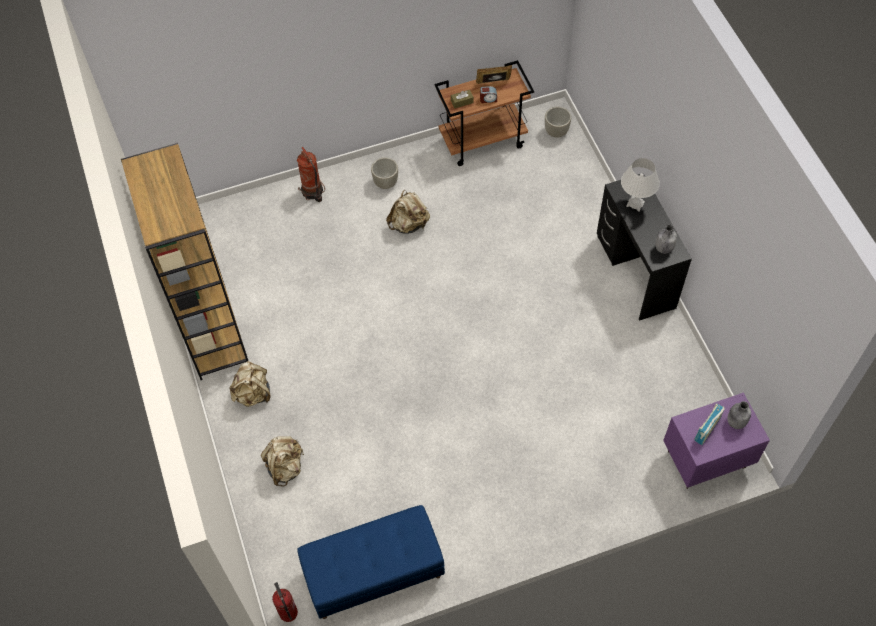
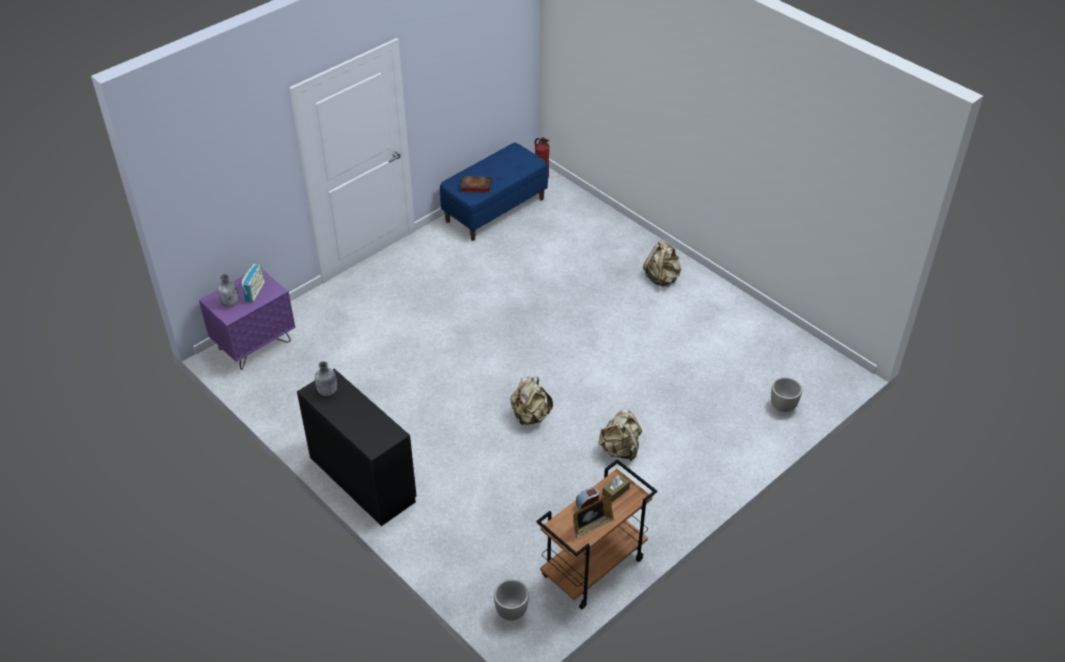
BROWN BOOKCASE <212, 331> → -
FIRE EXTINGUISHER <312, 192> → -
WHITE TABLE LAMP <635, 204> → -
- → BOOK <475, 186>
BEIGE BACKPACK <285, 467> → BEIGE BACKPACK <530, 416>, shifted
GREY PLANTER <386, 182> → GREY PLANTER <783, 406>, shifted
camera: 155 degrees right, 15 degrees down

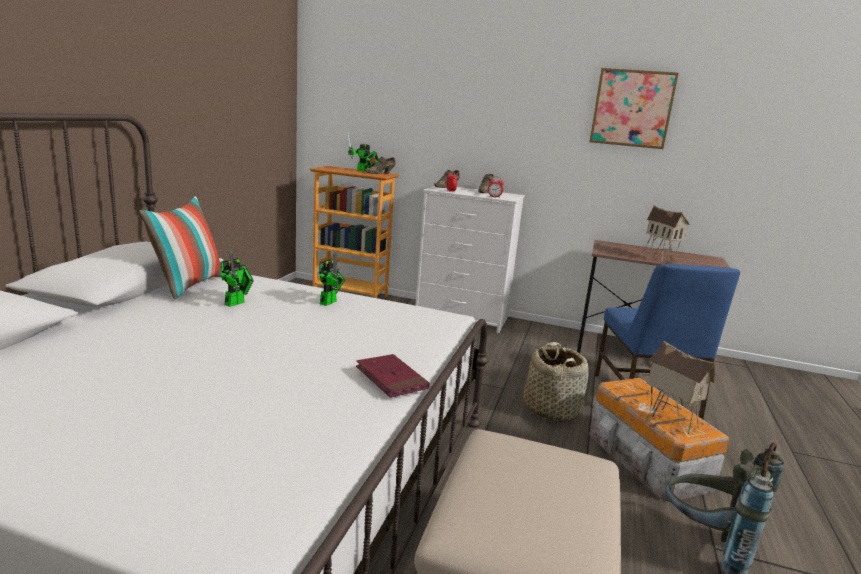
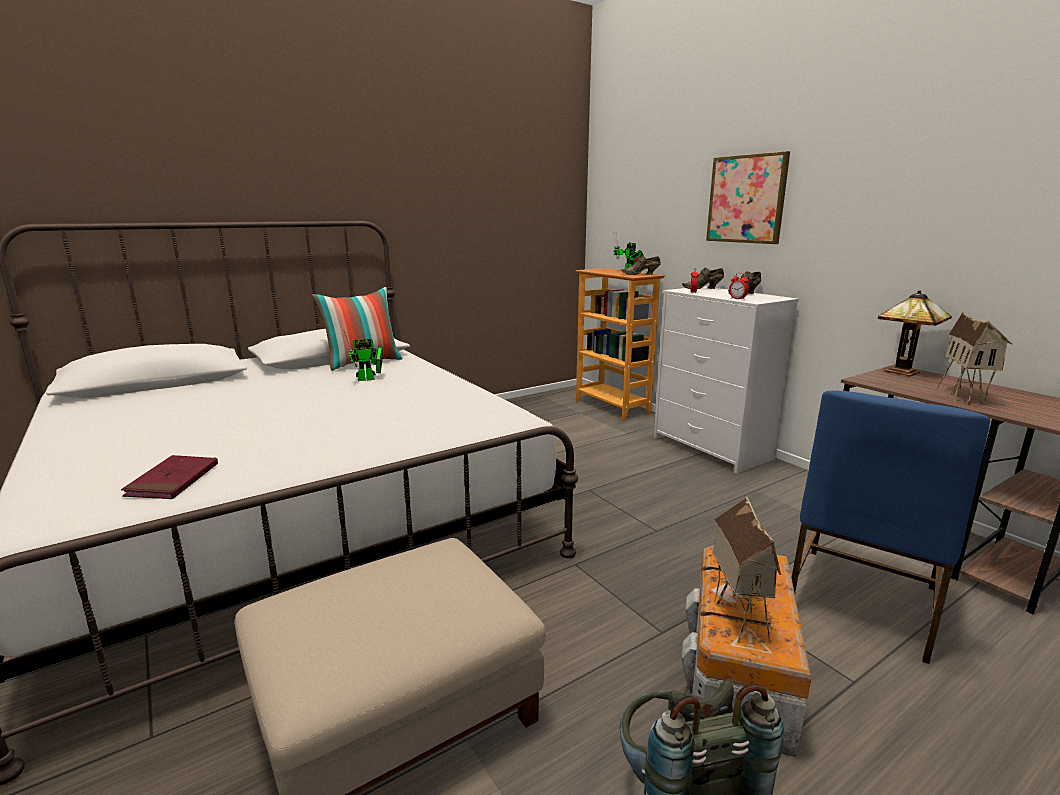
TOY ROBOT <330, 301> → -
BASKET <551, 409> → -
- → TABLE LAMP <905, 372>
RED BOOK <391, 378> → RED BOOK <173, 481>, shifted
PICTURE <632, 108> → PICTURE <746, 199>, shifted
camera: 40 degrees right, 0 degrees up

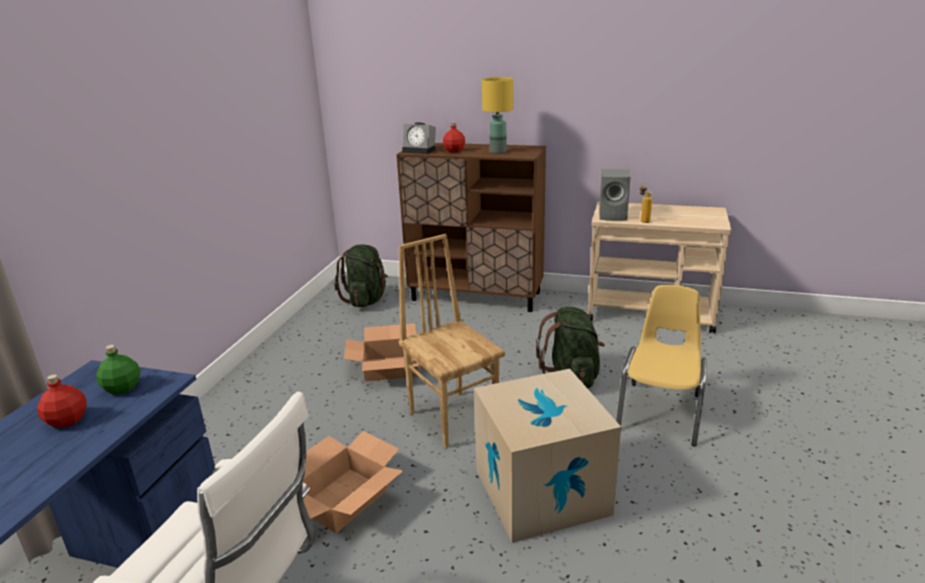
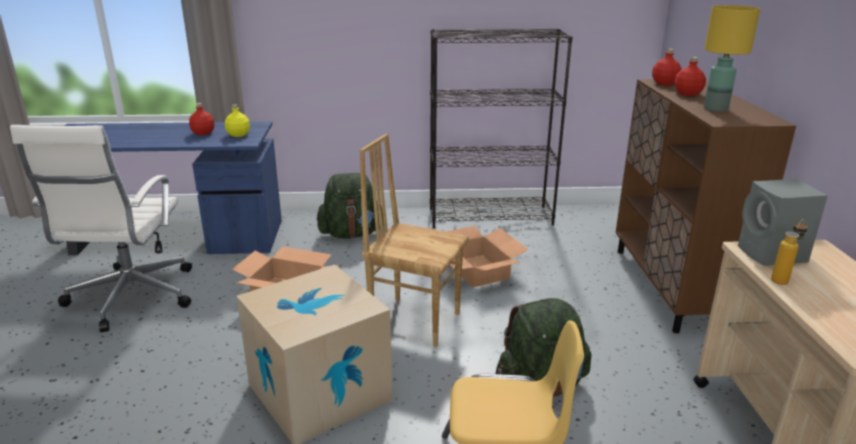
- → BLACK BOOKCASE <491, 216>
GREEN BACKPACK <366, 300> → GREEN BACKPACK <351, 234>, shifted
ALARM CLOCK <420, 150> → RED BOTTLE <665, 83>
GREEN BOTTLE <122, 388> → YELLOW BOTTLE <238, 134>
BROWN CHAIR <454, 417> → BROWN CHAIR <415, 320>, 105 degrees counterclockwise
camera: 70 degrees right, 0 degrees up

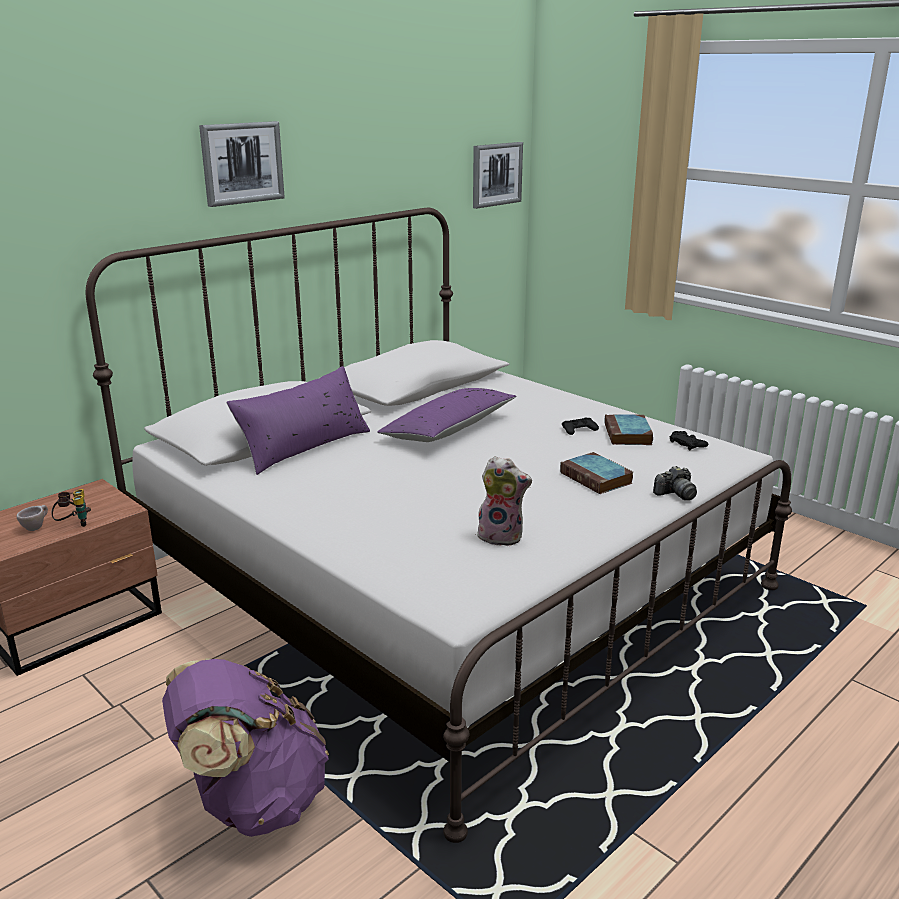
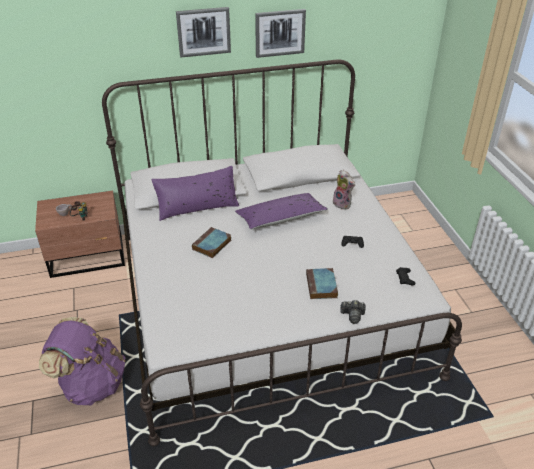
PICTURE <496, 174> → PICTURE <280, 33>, shifted
PLUSH TOY <502, 536> → PLUSH TOY <343, 204>, shifted
BOOK <628, 435> → BOOK <211, 245>, shifted
camera: 30 degrees right, 15 degrees up

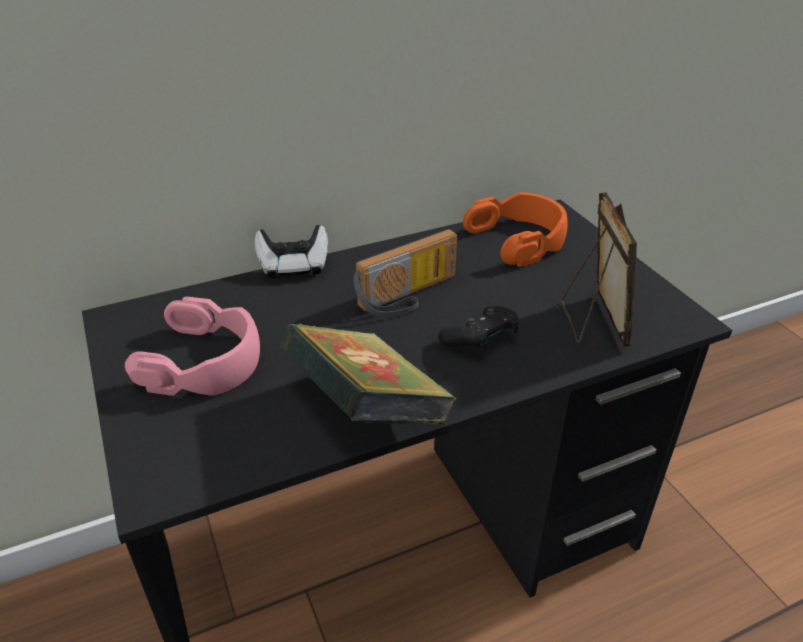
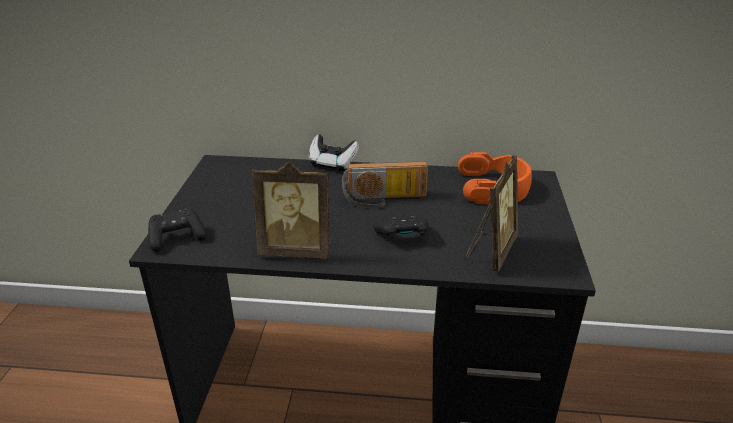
PINK HEADPHONES <204, 361> → -
- → BLACK GAME CONTROLLER <177, 238>
BOOK <366, 411> → PICTURE FRAME <297, 250>
camera: 30 degrees right, 5 degrees down

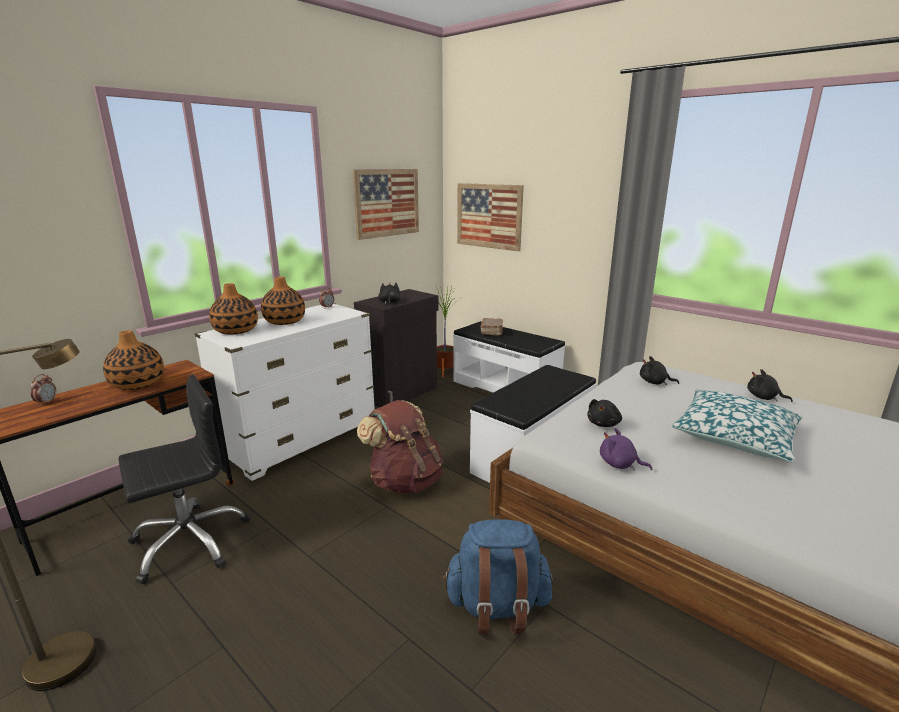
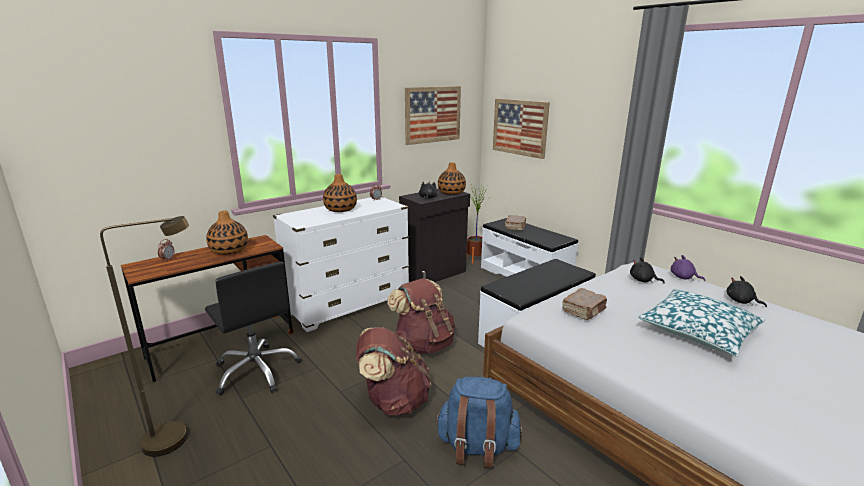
- → BROWN BACKPACK <393, 401>
VASE <236, 331> → VASE <451, 193>, shifted
PURPLE PLUSH TOY <620, 464> → PURPLE PLUSH TOY <683, 277>, shifted
BLACK PLUSH TOY <604, 424> → BROWN BOOK <584, 311>
BLACK OFFICE CHAIR <190, 541> → BLACK OFFICE CHAIR <257, 371>, 75 degrees clockwise
camera: 10 degrees right, 0 degrees up

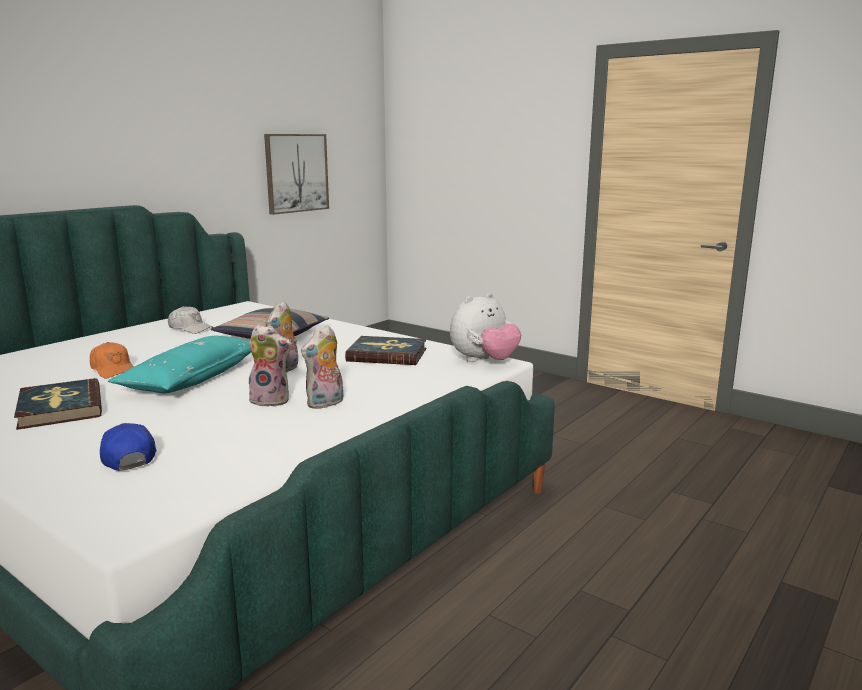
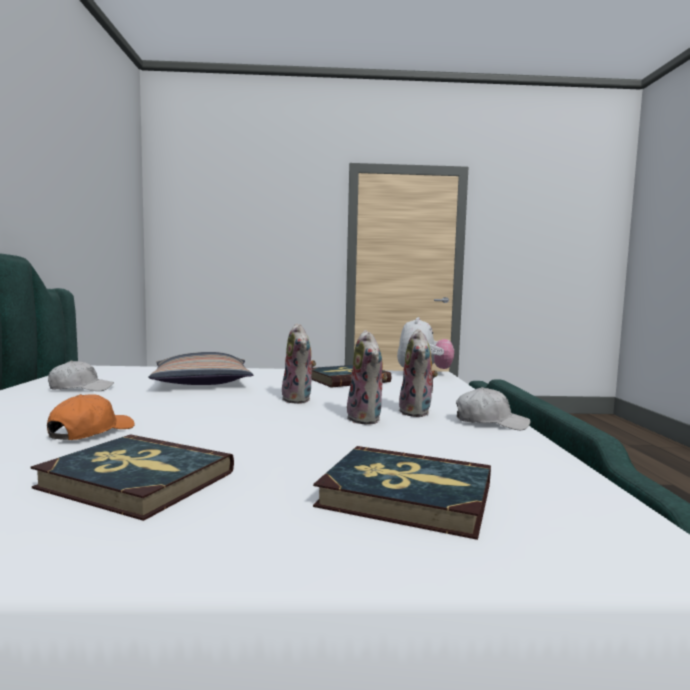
TURQUOISE PILLOW <192, 378> → -
PICTURE <296, 173> → -
- → WHITE CAP <490, 422>
BLUE CAP <128, 457> → BOOK <406, 495>
ORANGE CAP <113, 370> → ORANGE CAP <91, 432>, 75 degrees counterclockwise
PLUSH TOY <272, 400> → PLUSH TOY <367, 419>, 105 degrees clockwise
camera: 40 degrees left, 10 degrees down

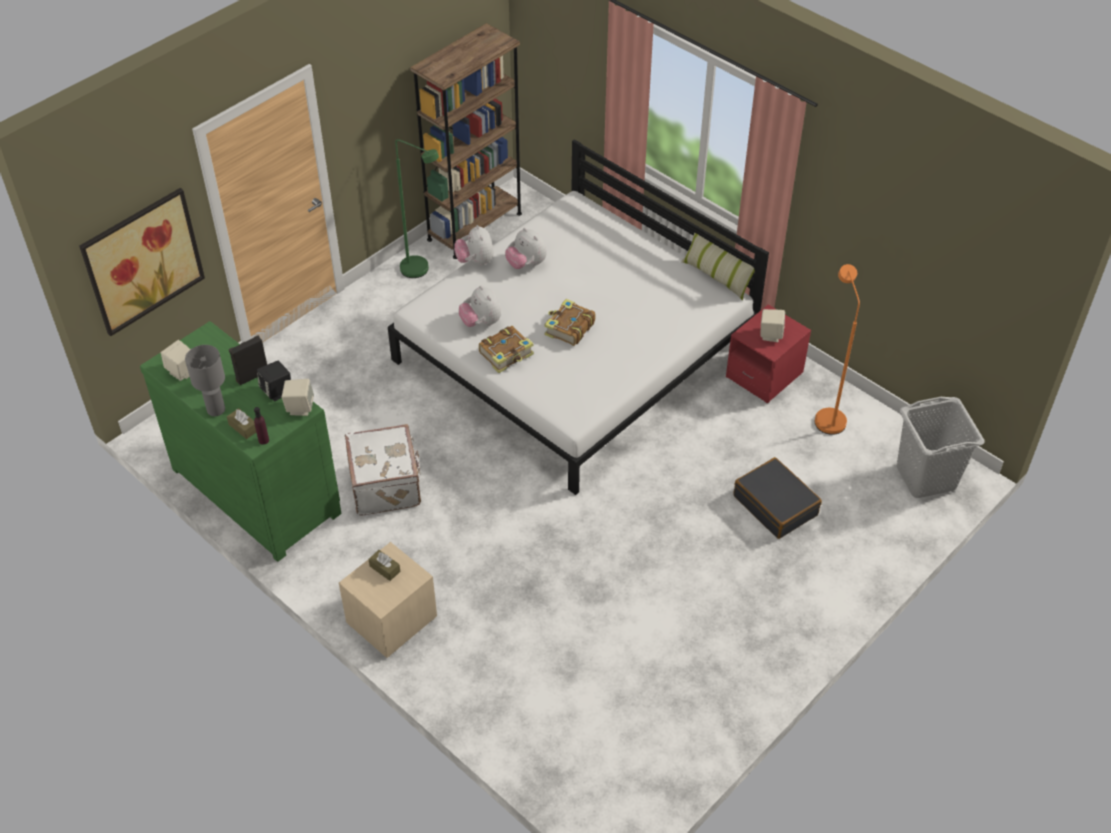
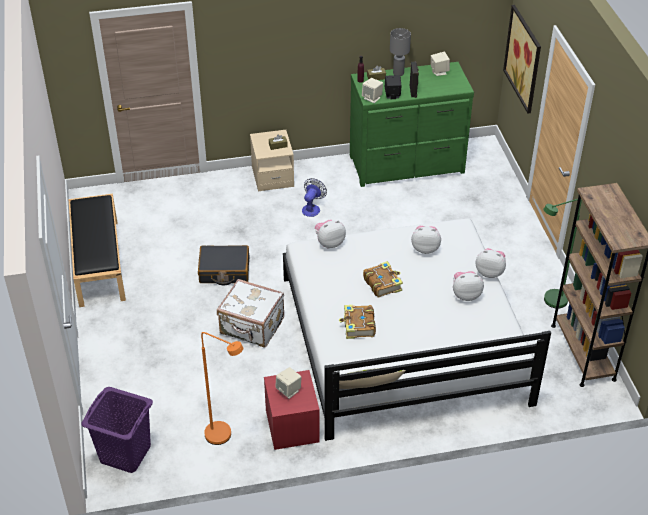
- → BLACK BENCH <98, 262>
- → FAN <312, 208>
- → PLUSH TOY <329, 243>
WHITE SUITCASE <386, 485> → WHITE SUITCASE <252, 327>, shifted
BOOK <507, 354> → BOOK <358, 326>, shifted
BLACK SUITCASE <776, 505> → BLACK SUITCASE <224, 271>, shifted
GREY LAUNDRY BASKET <926, 476> → PURPLE LAUNDRY BASKET <125, 454>
camera: 125 degrees right, 5 degrees down

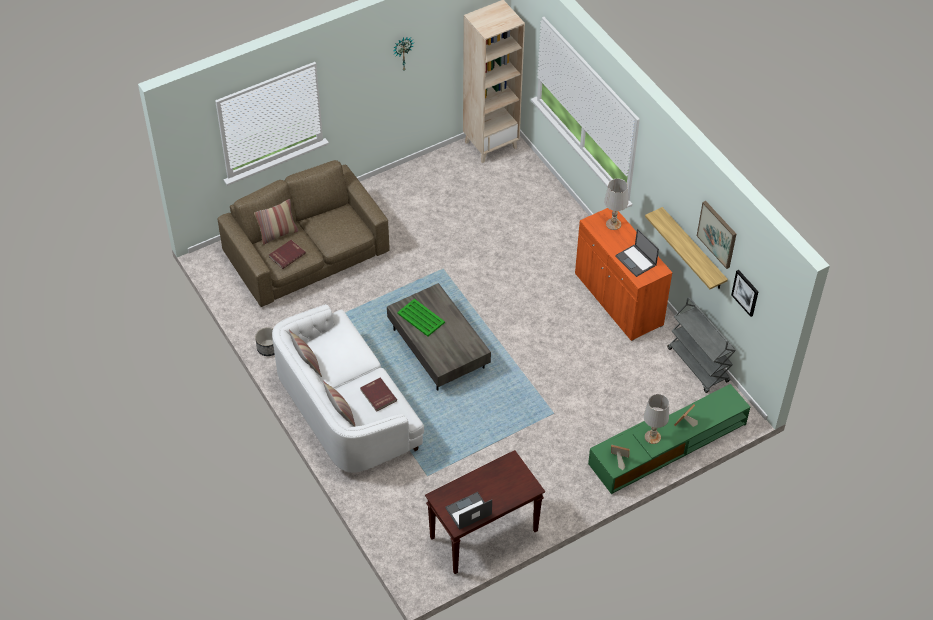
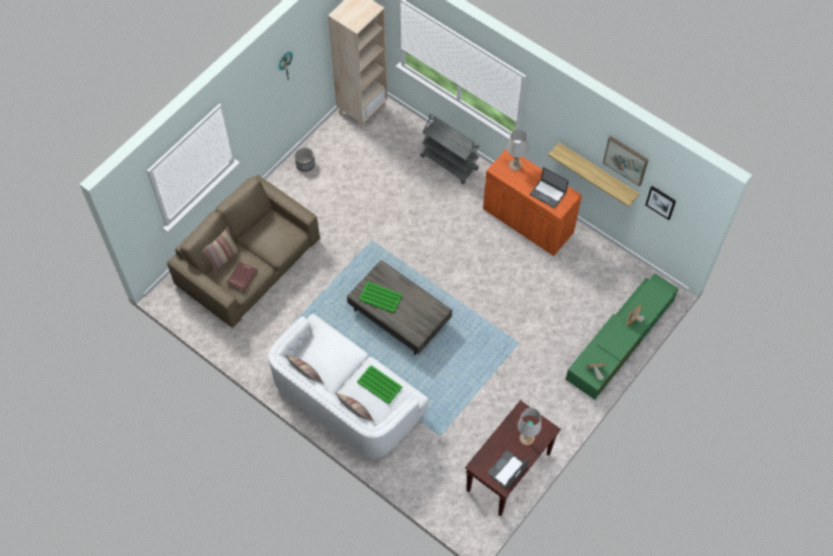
PLANTER <268, 348> → PLANTER <305, 164>, shifted
WHITE TABLE LAMP <652, 437> → WHITE TABLE LAMP <526, 438>, shifted
GREY CART <698, 365> → GREY CART <450, 163>, shifted
RED BOOK <377, 395> → GREEN TRAY <379, 385>
camera: 20 degrees left, 10 degrees up

